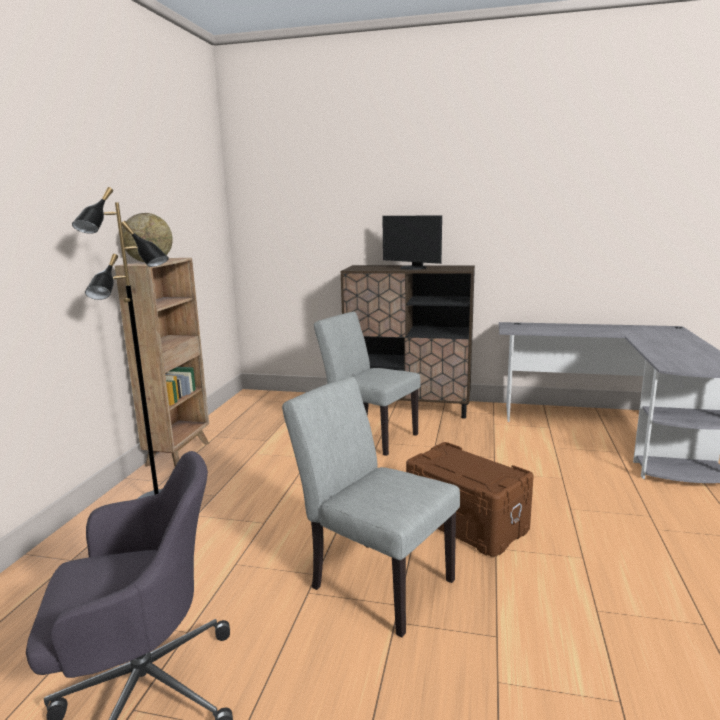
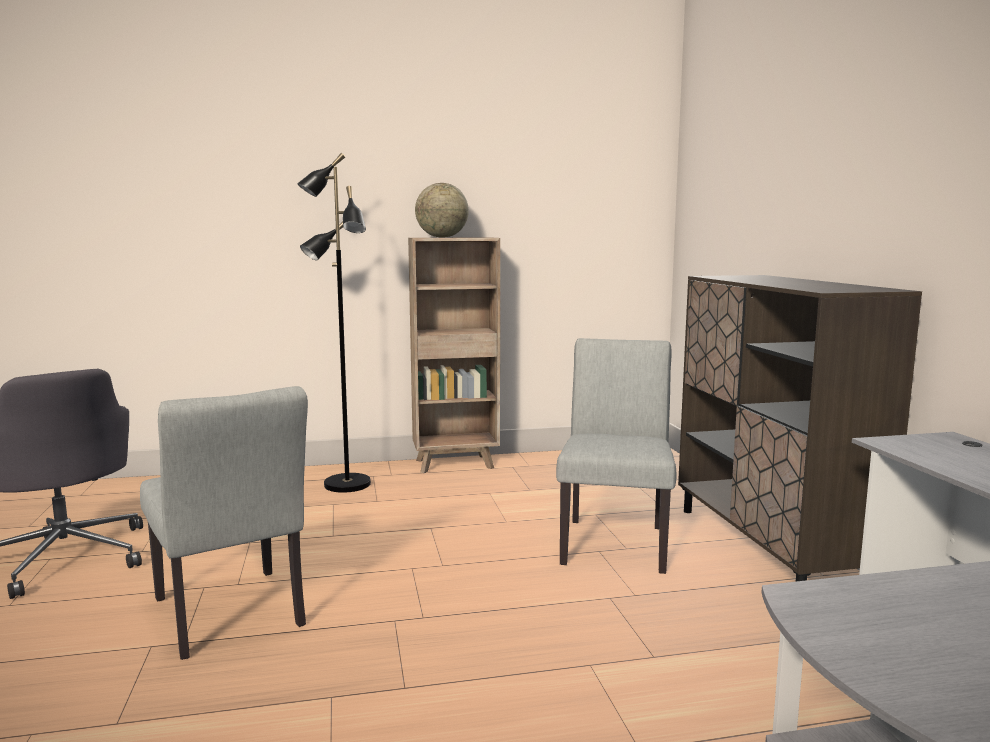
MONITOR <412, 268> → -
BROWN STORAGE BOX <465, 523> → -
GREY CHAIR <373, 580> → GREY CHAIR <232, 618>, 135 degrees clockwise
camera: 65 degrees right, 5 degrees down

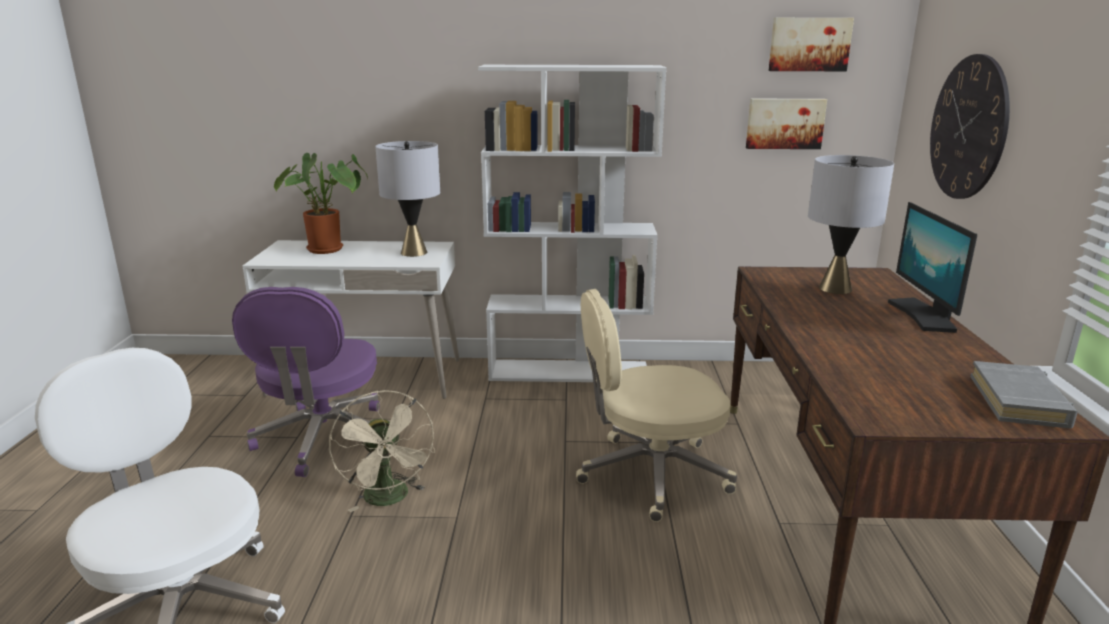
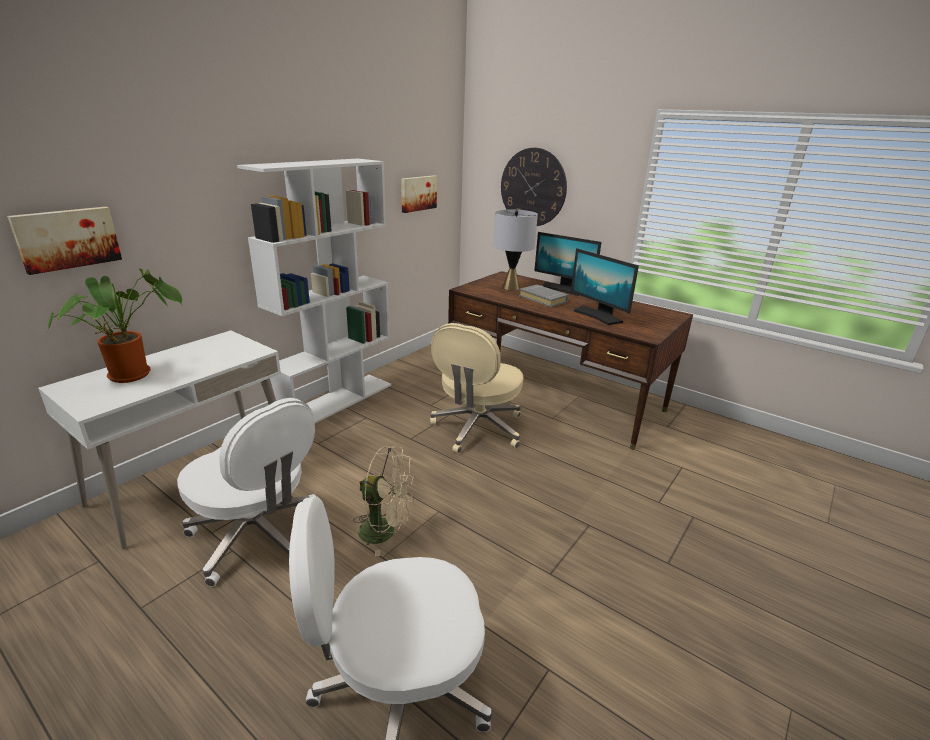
GREY TABLE LAMP <414, 252> → -
- → MONITOR <598, 316>
PICTURE <809, 44> → PICTURE <67, 238>, shifted
GREY BOOK <1019, 401> → GREY BOOK <543, 299>, shifted
PURPLE OFFICE CHAIR <323, 439> → WHITE OFFICE CHAIR <258, 536>
camera: 55 degrees left, 5 degrees up

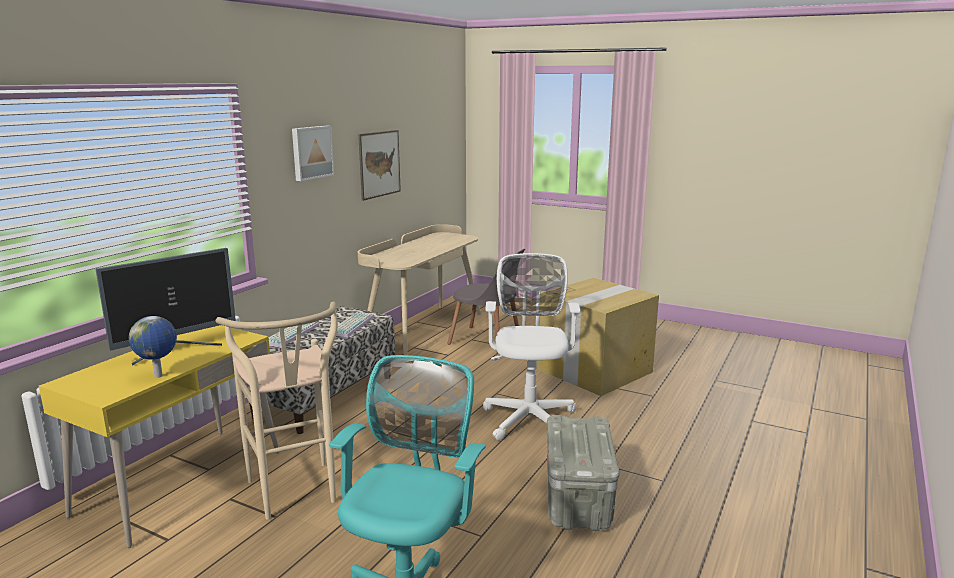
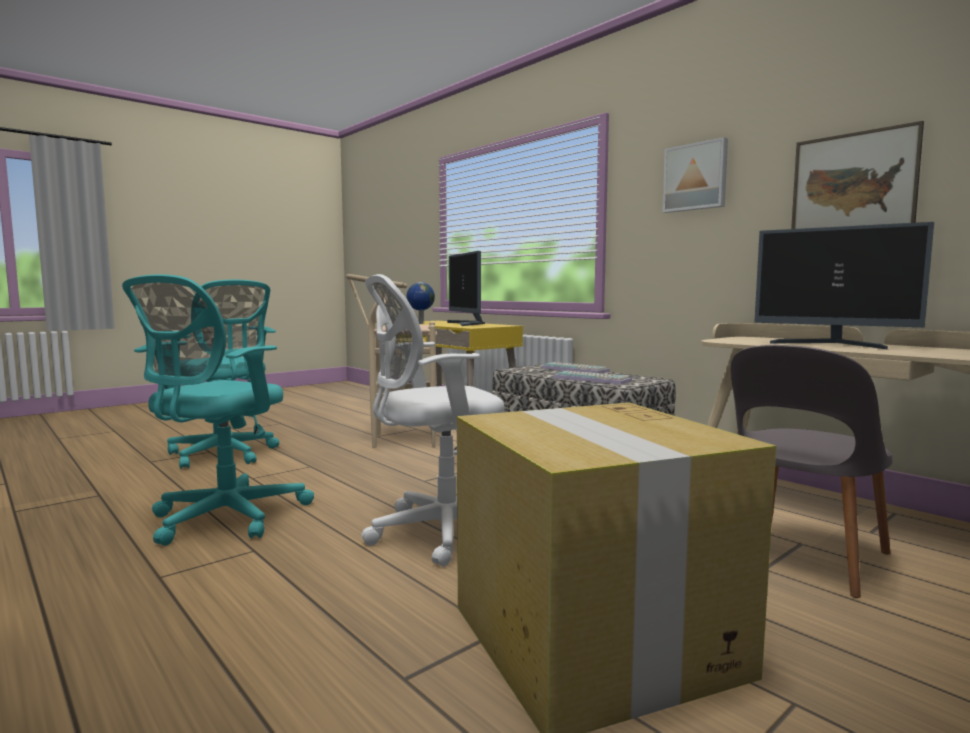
- → MONITOR <832, 345>
GREY STORAGE BOX <578, 501> → TURQUOISE OFFICE CHAIR <222, 519>
WHITE OFFICE CHAIR <529, 416> → WHITE OFFICE CHAIR <439, 532>, 135 degrees clockwise
camera: 110 degrees right, 10 degrees down

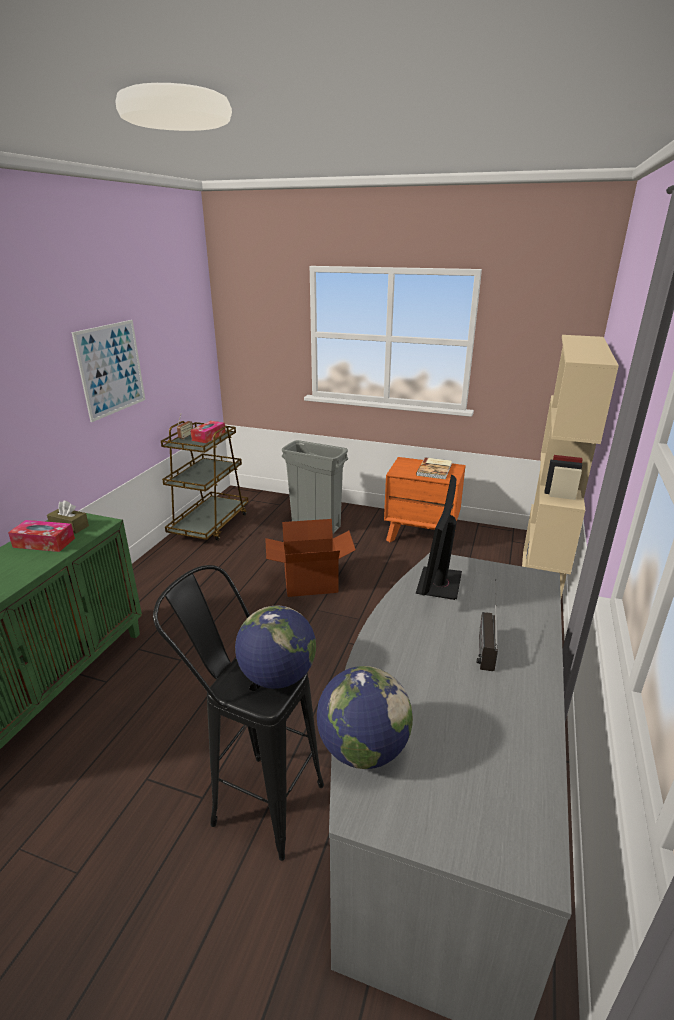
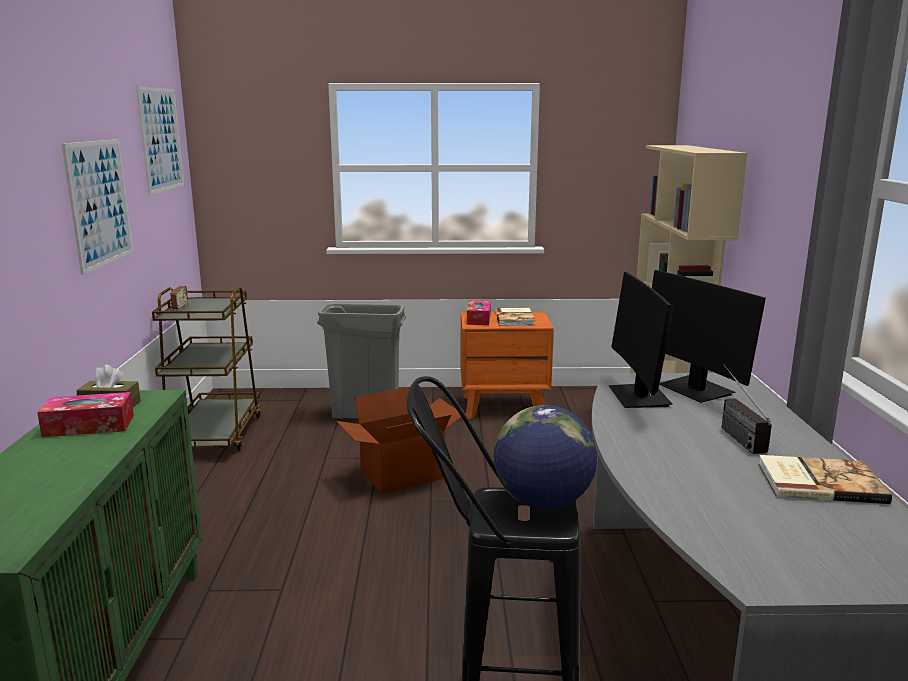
GLOBE <363, 749> → -
- → PICTURE <160, 139>
- → MONITOR <695, 390>
- → BOOK <818, 482>
TISSUE BOX <209, 437> → TISSUE BOX <478, 319>, shifted
camera: 20 degrees left, 10 degrees down

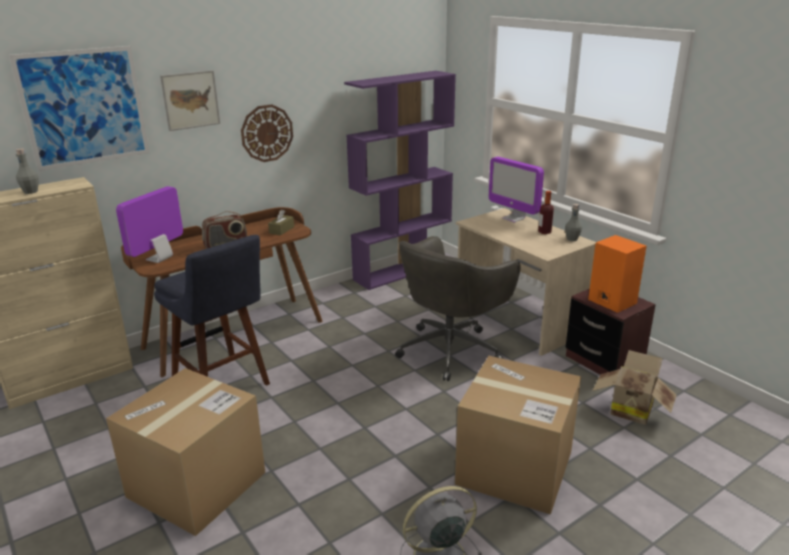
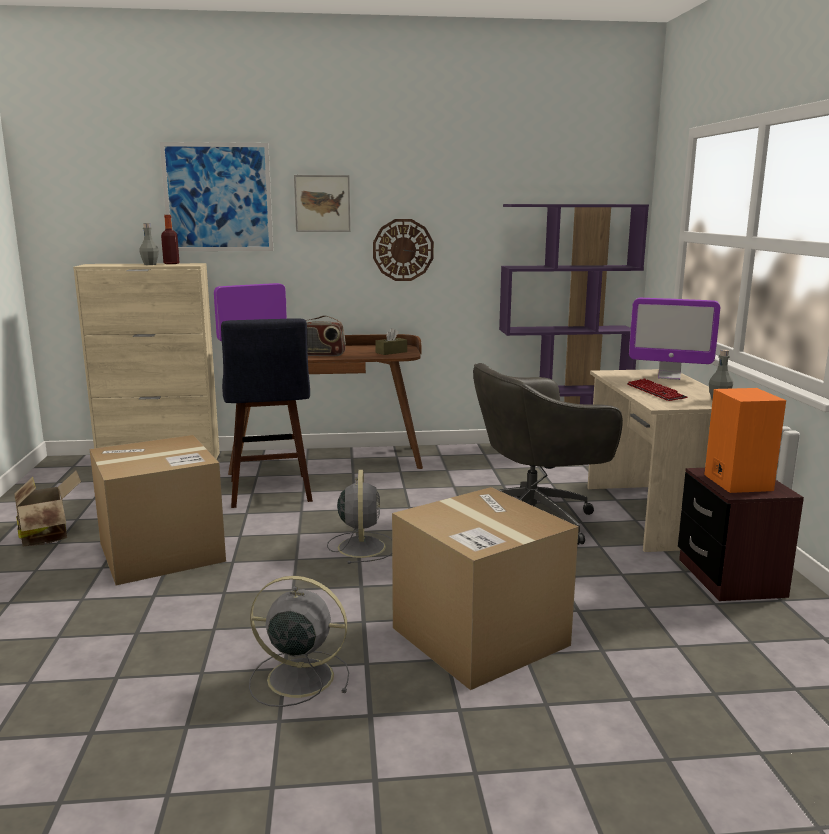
- → GREY FAN <361, 546>
- → KEYBOARD <655, 392>
BOTTLE <544, 232> → BOTTLE <171, 263>, shifted
CARDBOARD BOX <630, 409> → CARDBOARD BOX <48, 535>, shifted
MONITOR <513, 218> → MONITOR <669, 377>, 60 degrees counterclockwise
camera: 30 degrees right, 10 degrees down

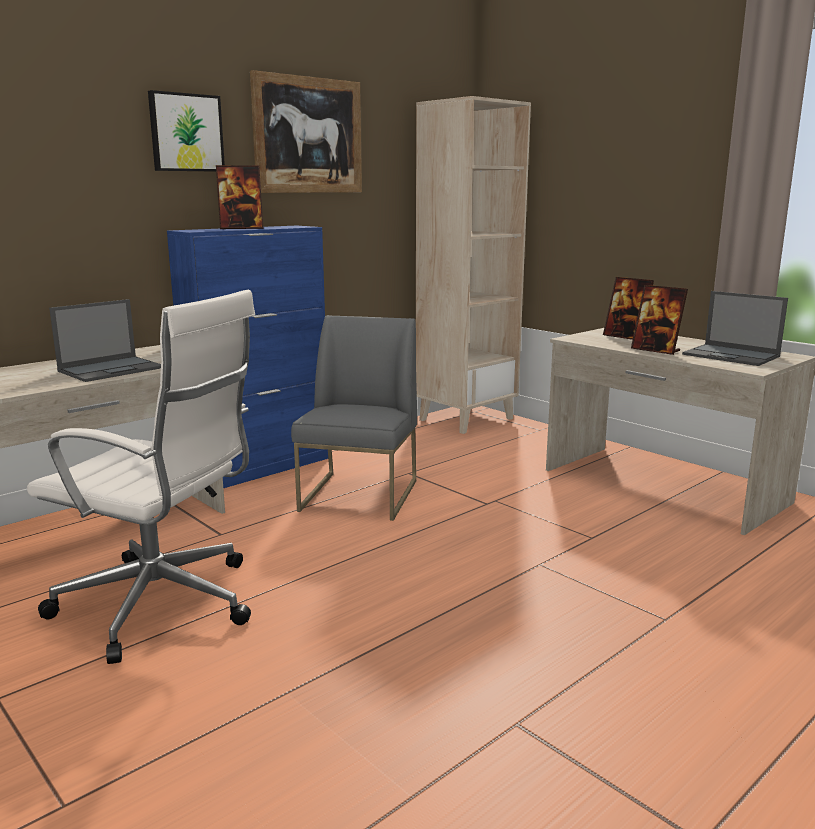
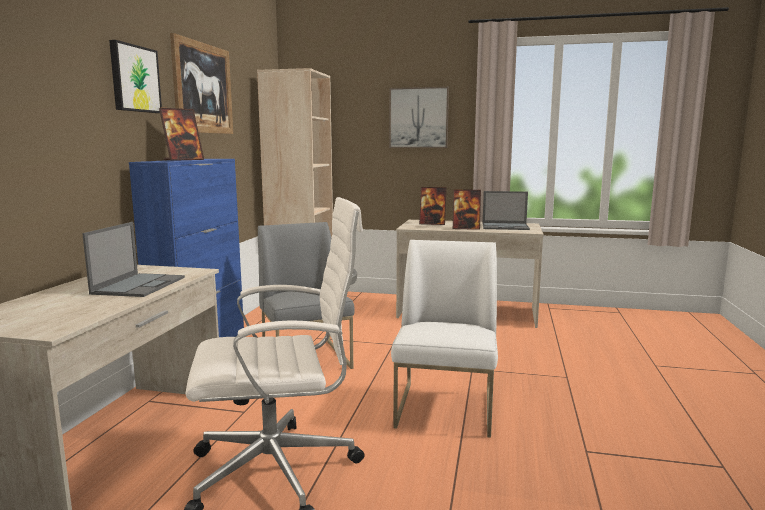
- → PICTURE <418, 118>
- → WHITE CHAIR <446, 409>
camera: 35 degrees left, 5 degrees down

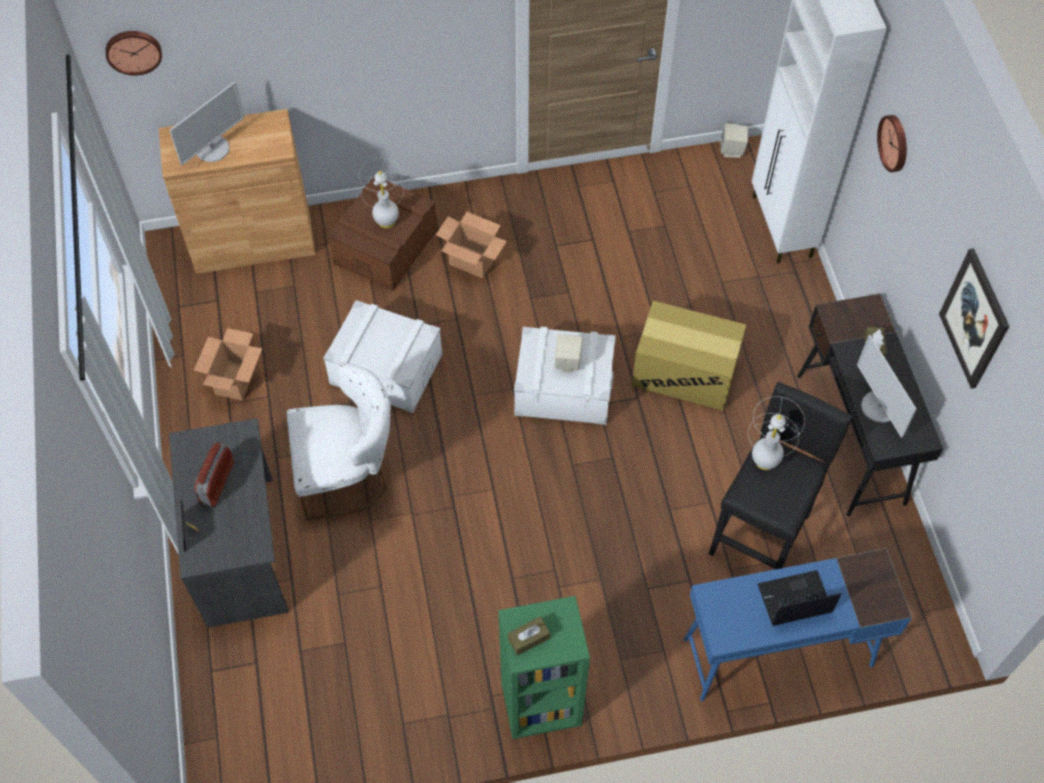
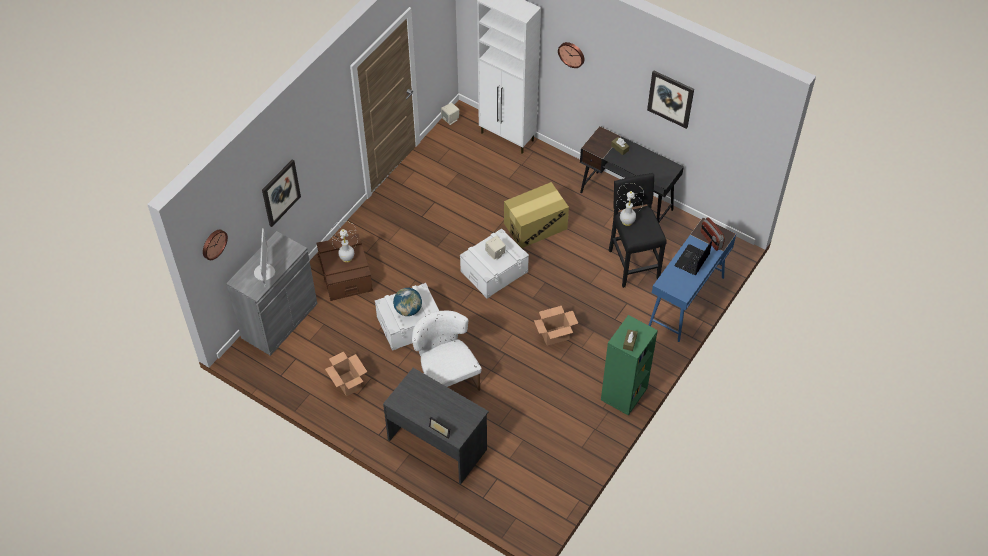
MONITOR <879, 407> → -
- → PICTURE <280, 192>
- → GLOBE <408, 310>
RADIO <217, 483> → RADIO <711, 240>, shifted
CARDBOARD BOX <473, 261> → CARDBOARD BOX <555, 335>, shifted
BROWN CABINET <253, 241> → GREY CABINET <279, 320>
WHITE CHAIR <348, 475> → WHITE CHAIR <446, 378>, 60 degrees counterclockwise
camera: 45 degrees left, 5 degrees down

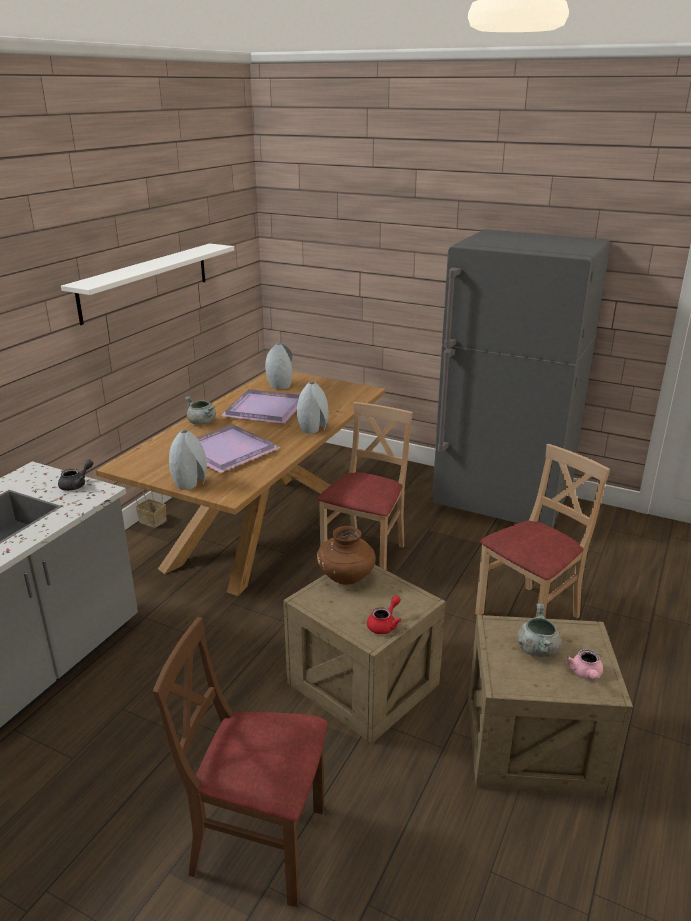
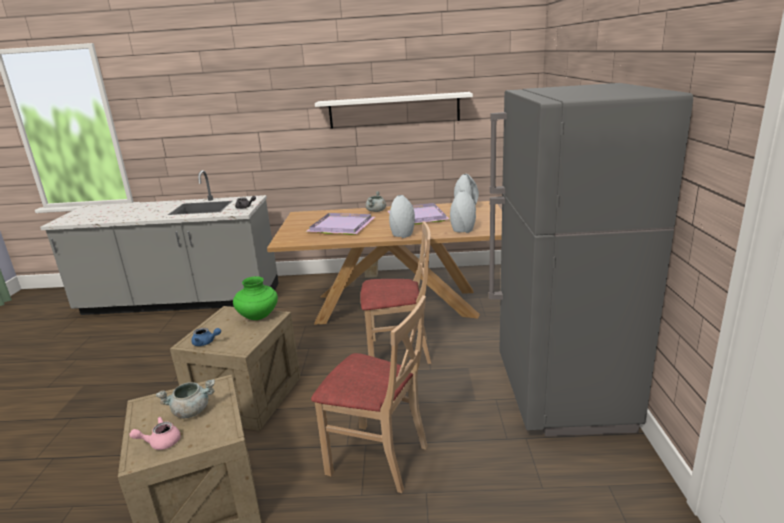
BROWN CHAIR <258, 843> → -
GREY VASE <191, 483> → GREY VASE <463, 230>, shifted
BROWN VASE <346, 577> → GREEN VASE <258, 316>
RED TEAPOT <384, 624> → BLUE TEAPOT <206, 342>
camera: 65 degrees right, 5 degrees down

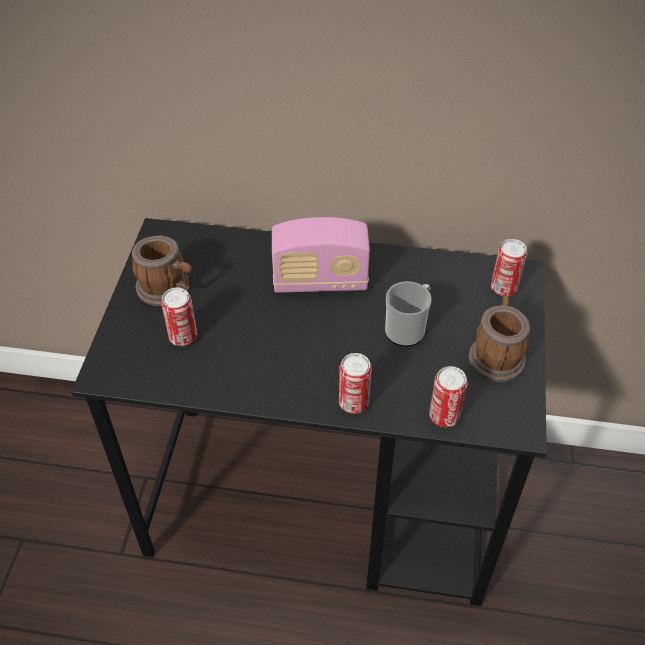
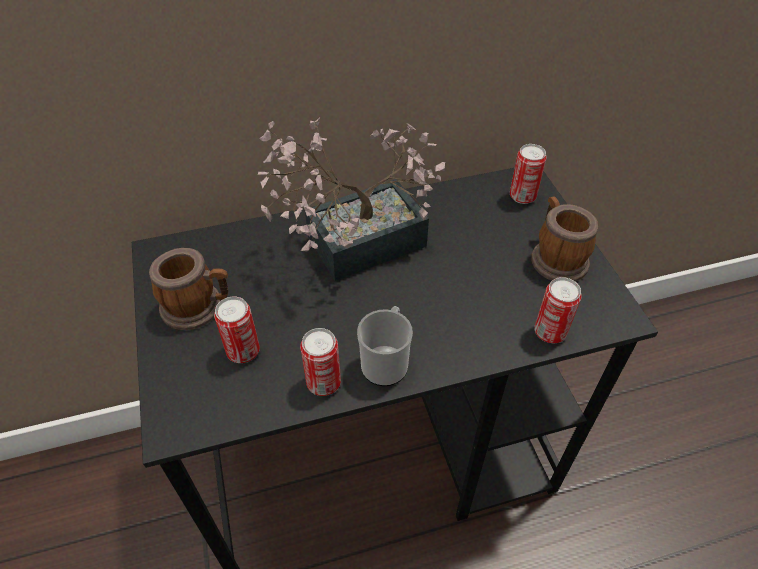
CAN <353, 403> → CAN <323, 383>, shifted
MUG <408, 329> → MUG <386, 362>, shifted
RADIO <320, 281> → POTTED PLANT <353, 245>
camera: 25 degrees left, 0 degrees up

